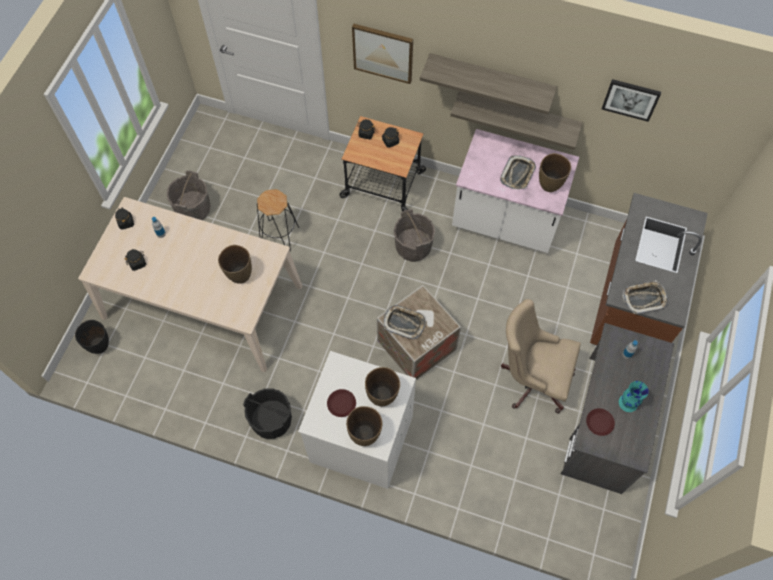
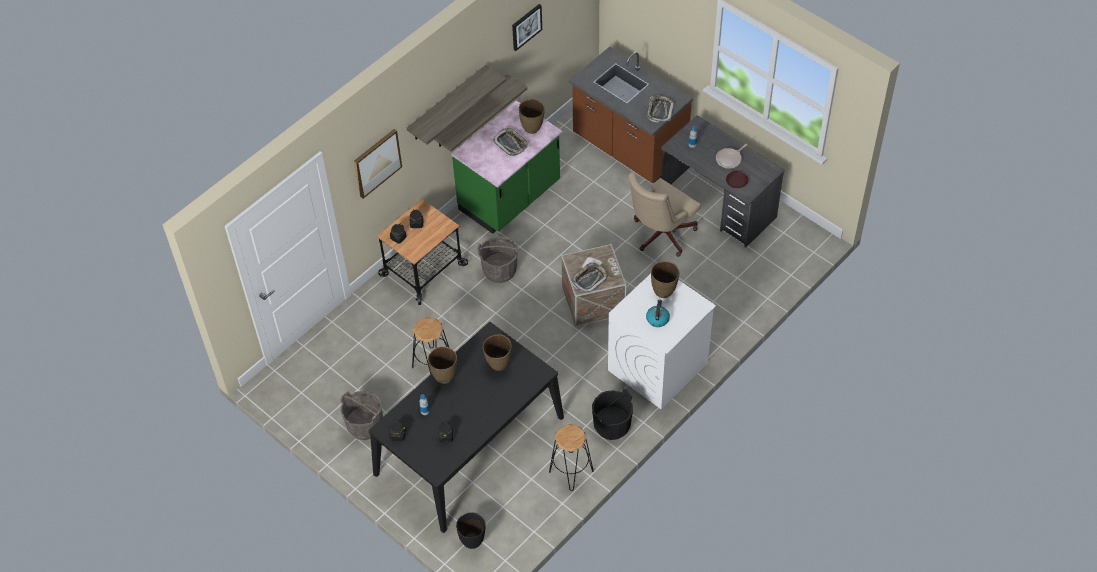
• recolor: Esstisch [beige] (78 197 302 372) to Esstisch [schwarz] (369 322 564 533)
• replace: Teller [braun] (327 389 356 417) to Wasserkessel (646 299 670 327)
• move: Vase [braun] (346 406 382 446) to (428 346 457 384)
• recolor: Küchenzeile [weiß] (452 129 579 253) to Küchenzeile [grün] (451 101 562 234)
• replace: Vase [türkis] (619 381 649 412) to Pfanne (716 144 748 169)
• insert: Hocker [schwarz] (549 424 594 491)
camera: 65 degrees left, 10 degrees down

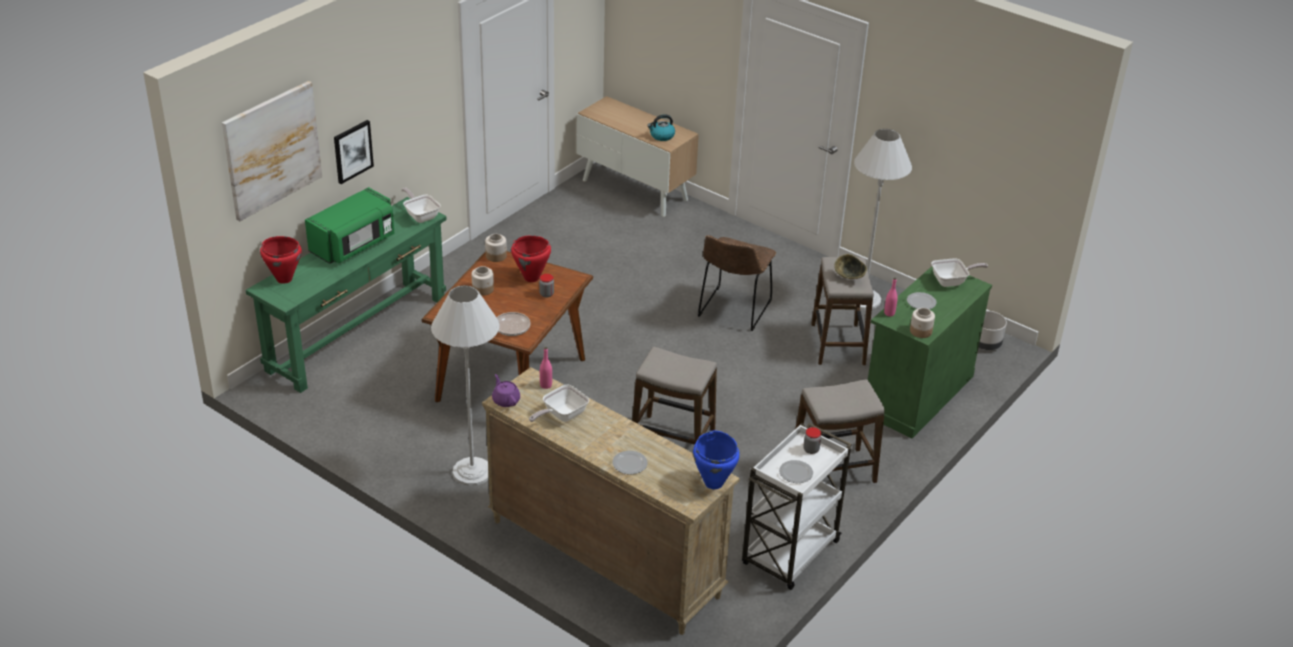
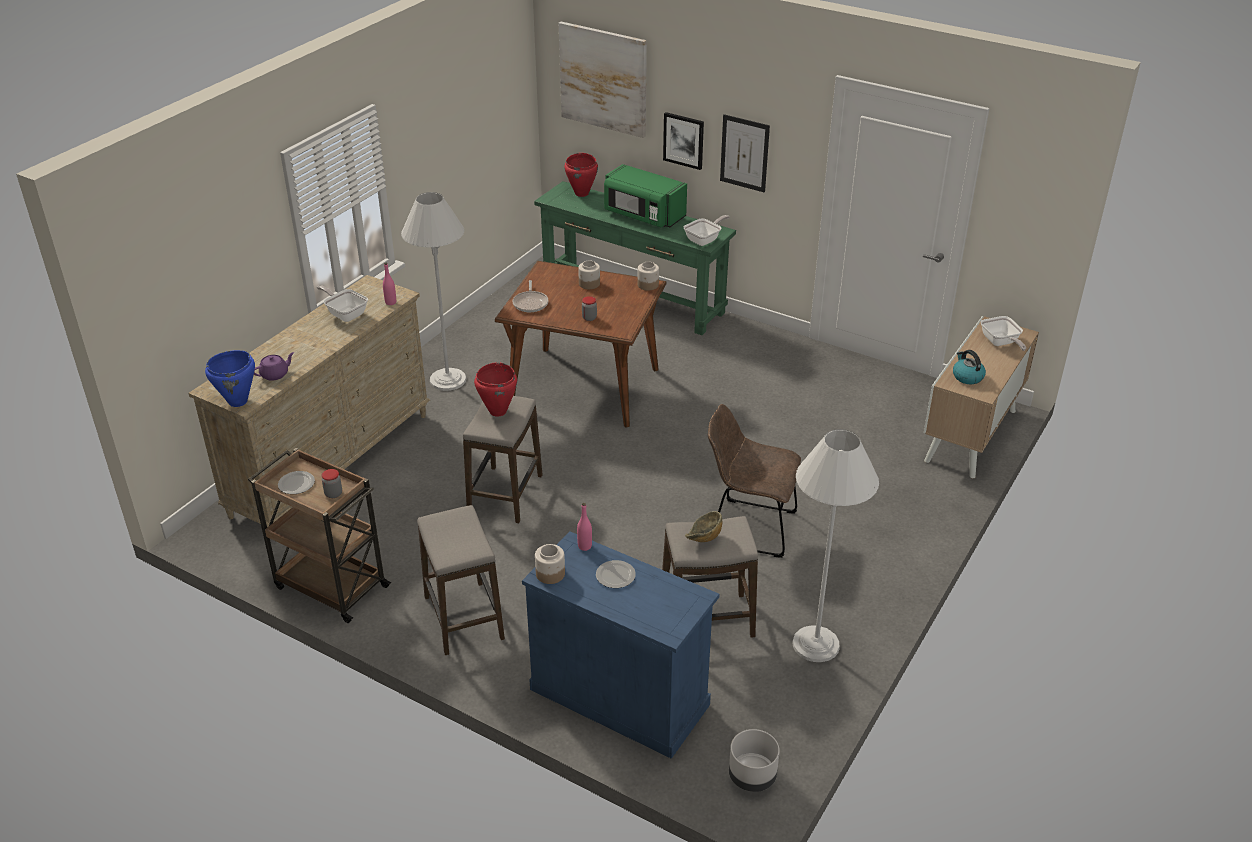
• move: Teekanne [lila] (492 374 520 407) to (254 352 294 381)
• move: Kochtopf [rot] (511 235 551 282) to (474 362 517 416)
• delete: Teller (612 451 647 474)
• recolor: Rollwagen [weiß] (742 423 852 590) to Rollwagen [braun] (248 448 391 623)
• recolor: Schrank [grün] (868 266 992 438) to Schrank [blau] (522 531 719 759)
• move: Pfanne (931 258 988 287) to (981 316 1026 351)
• insert: Bild (720 114 770 193)
camera: 85 degrees right, 0 degrees up

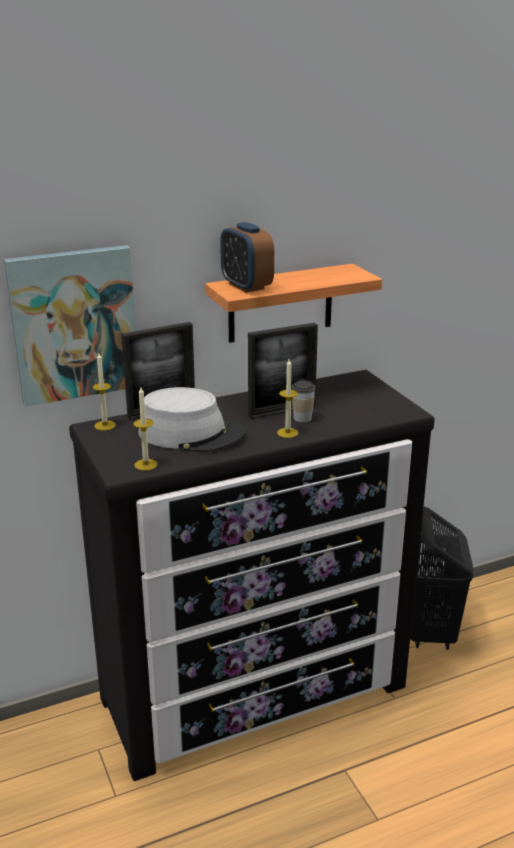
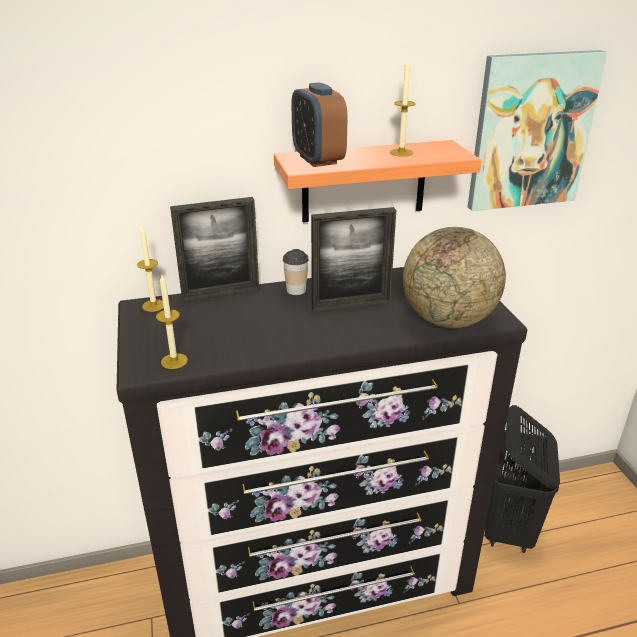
• move: Bild (4 245 136 407) to (468 50 607 211)
• delete: Hut [grau] (138 387 245 452)
• move: Kerze (277 359 299 438) to (390 60 415 157)
• move: Tasse (291 379 315 422) to (283 249 309 295)
• insert: Globus (403 227 506 328)
camera: 10 degrees right, 5 degrees up

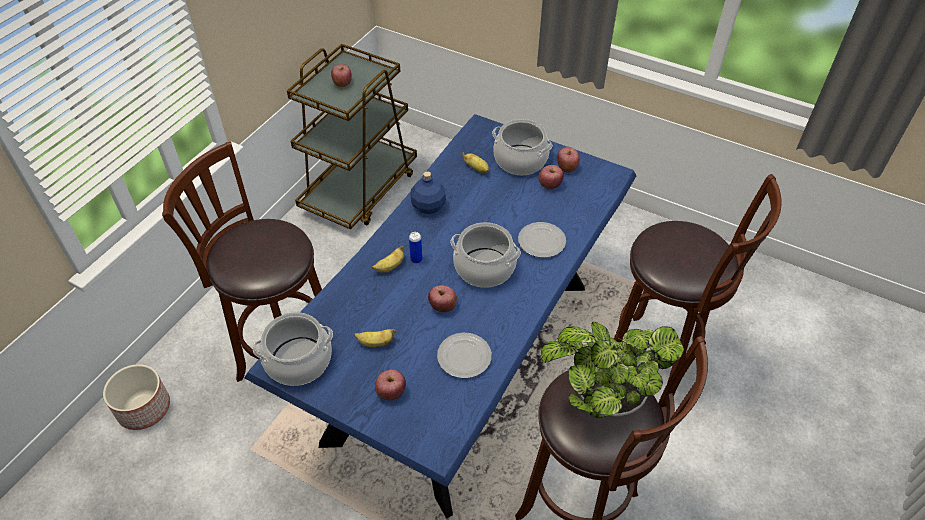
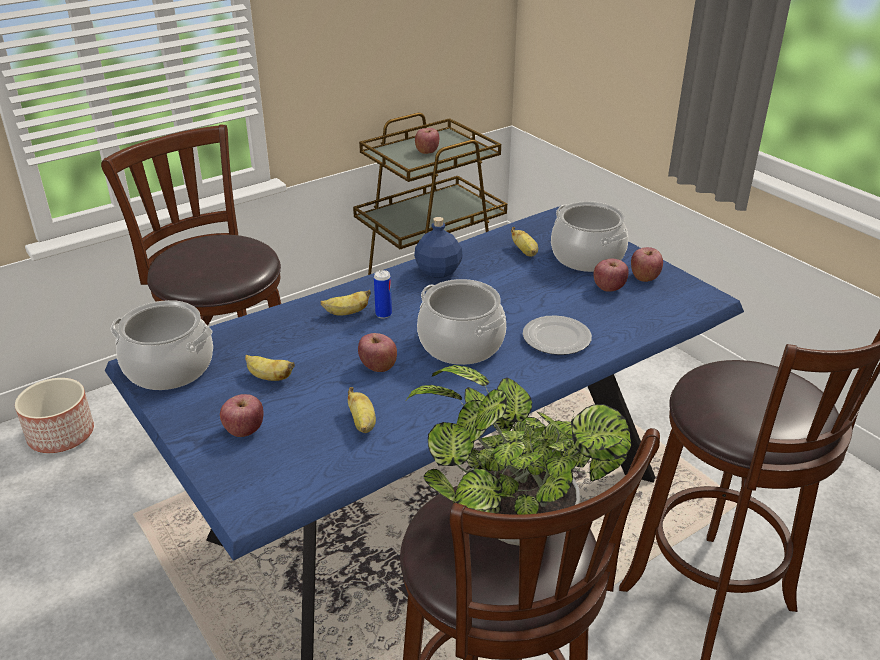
• replace: Teller (437 333 492 378) to Banane (348 387 376 433)
camera: 25 degrees right, 15 degrees down

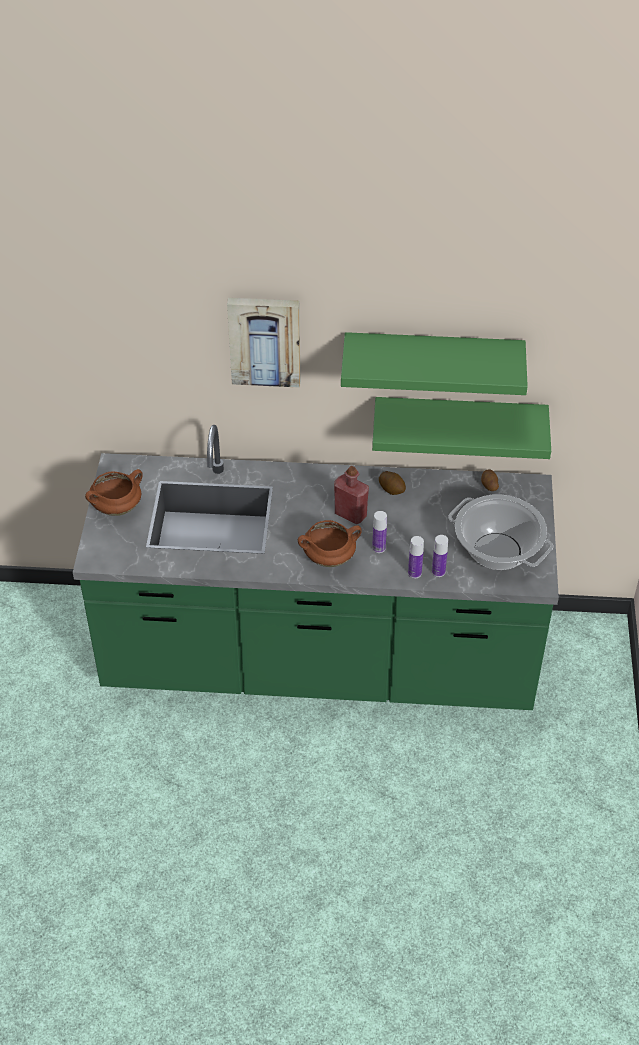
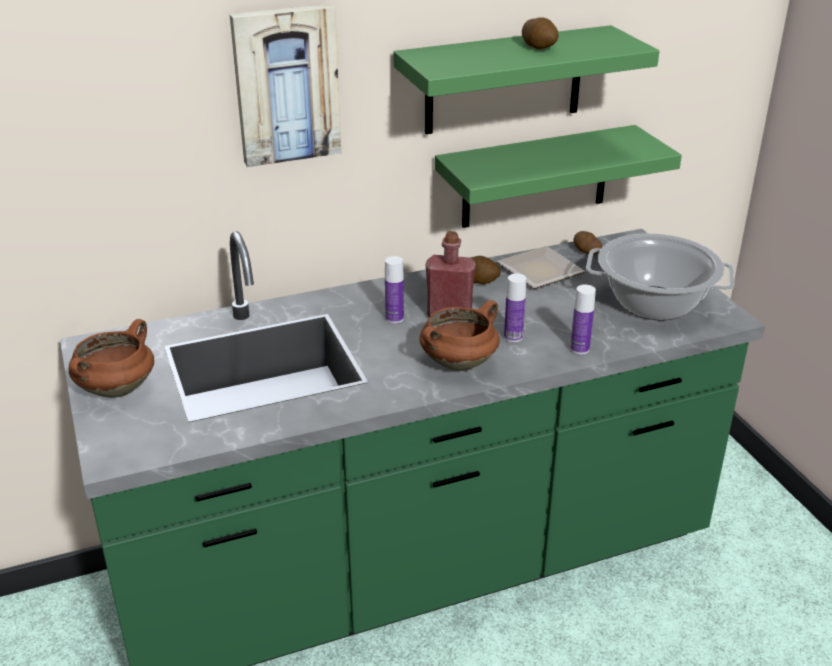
• move: Flasche (432 535 448 577) to (385 256 404 323)
• insert: Teller (497 246 585 289)
• insert: Kartoffel (522 17 558 49)
camera: 25 degrees left, 15 degrees down

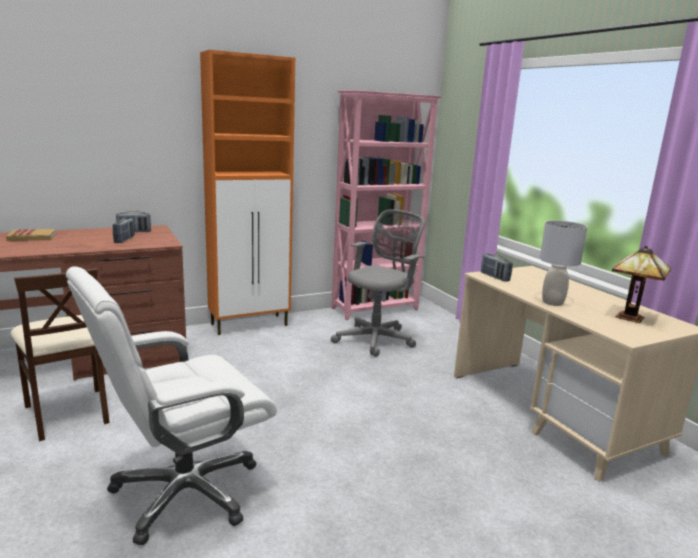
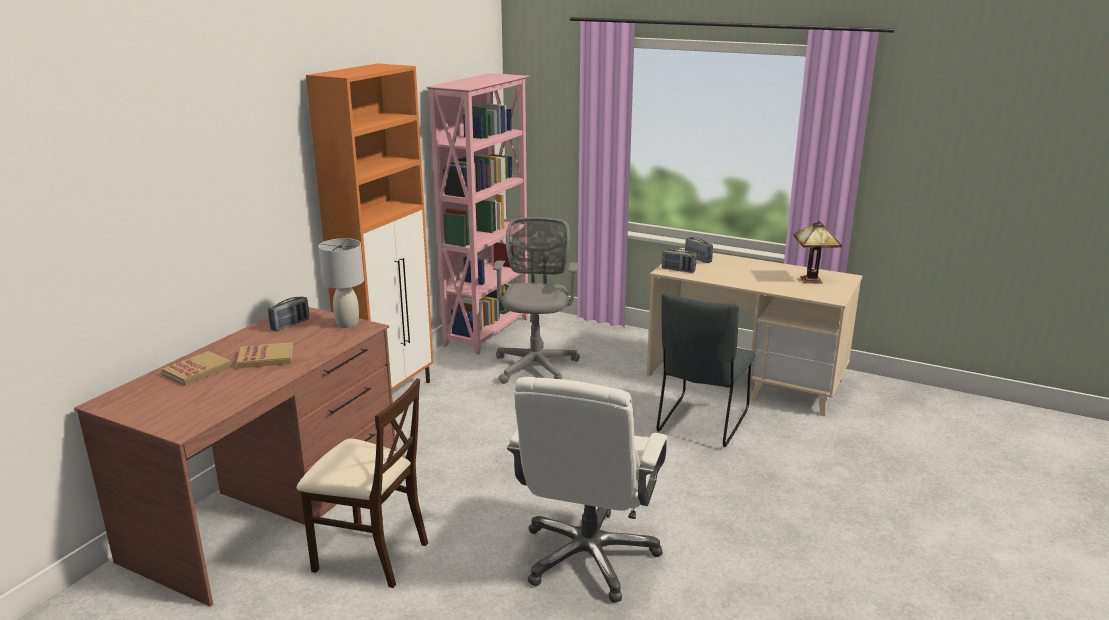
• move: Radio (113 217 135 243) to (685 237 713 263)
• move: Tischlampe [grau] (540 221 588 306) to (318 238 364 328)
• insert: Buch (236 342 293 369)
• insert: Stuhl [grau] (657 294 755 447)
camera: 35 degrees left, 5 degrees up

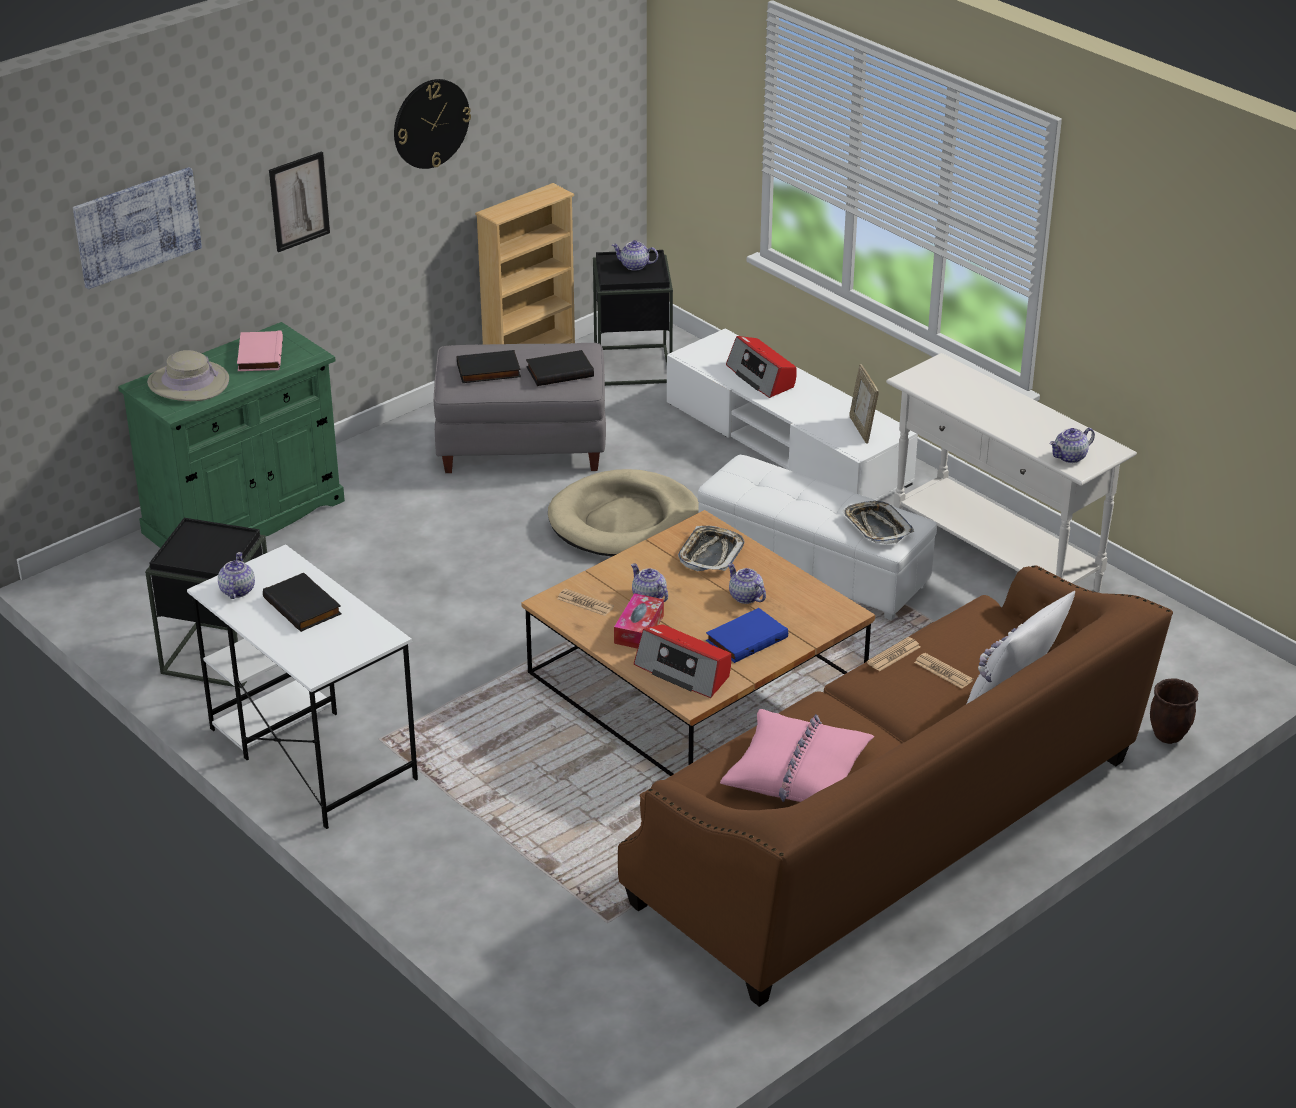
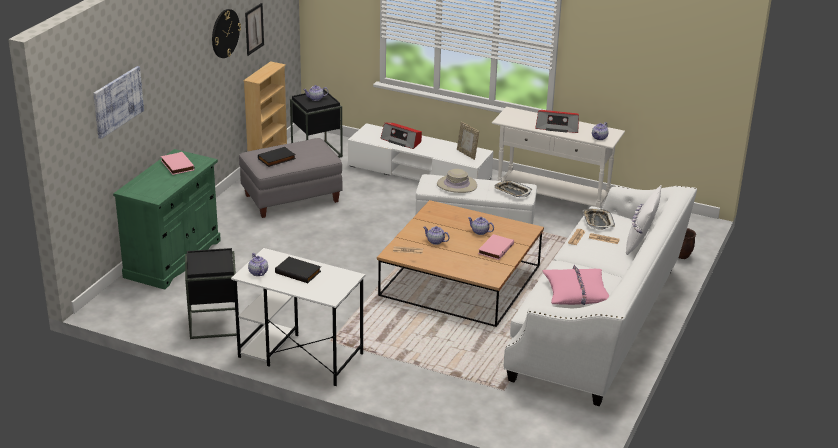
• move: Hut [beige] (147 350 229 401) to (437 169 477 193)
• move: Bild (269 151 330 252) to (245 3 264 56)
• delete: Buch [schwarz] (526 350 594 386)
• delete: Hundebett [beige] (548 469 699 557)
• delete: Taschentuchbox (614 593 664 649)
• recolor: Sofa [braun] (618 565 1173 1007) to Sofa [weiß] (504 186 697 406)
• move: Radio (634 624 731 698) to (535 110 579 133)
• move: Tablett (678 526 744 571) to (583 209 615 230)
• recolor: Buch [blau] (706 608 788 663) to Buch [rosa] (478 234 514 260)
camera: 25 degrees left, 5 degrees down

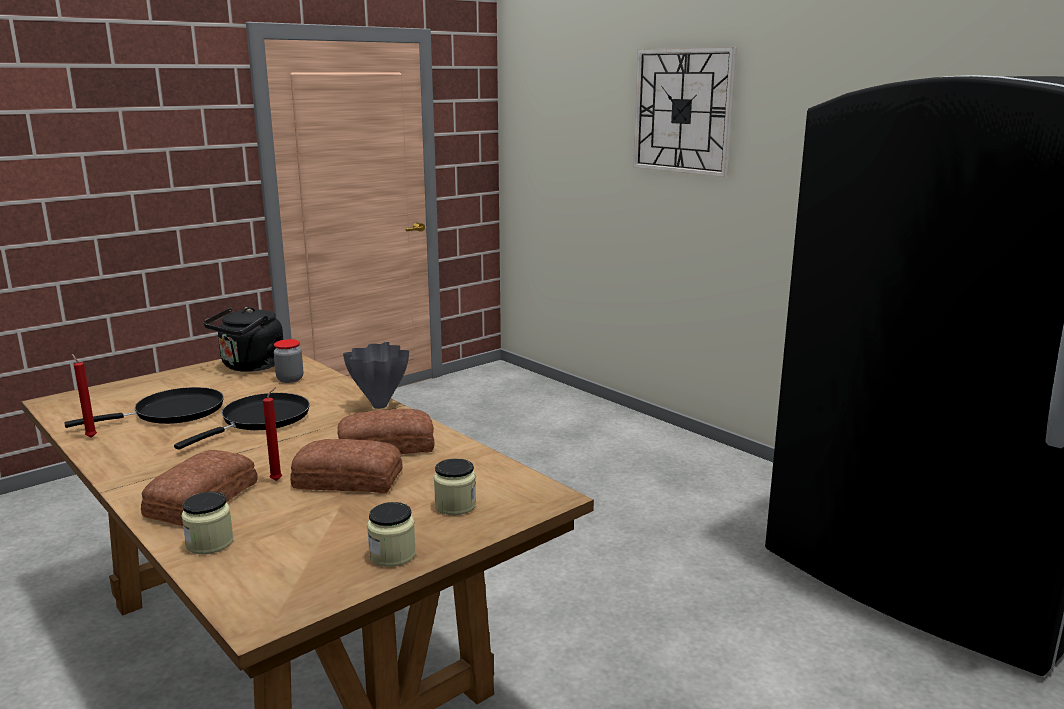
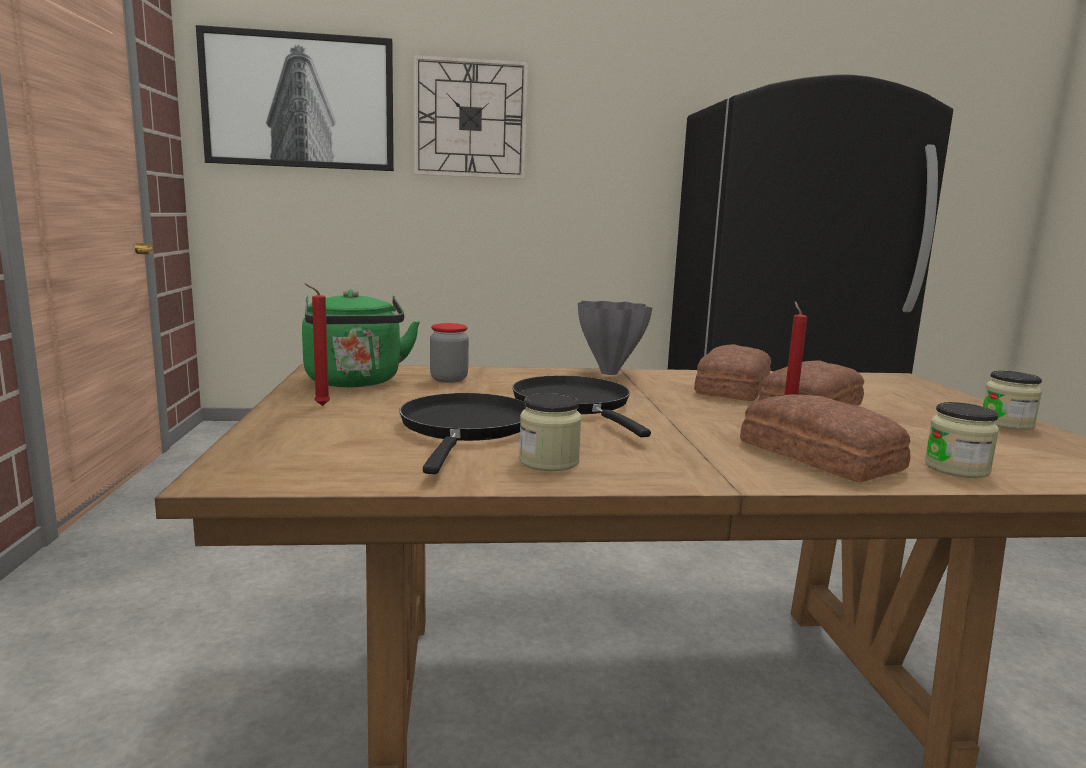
• move: Kerze [rot] (72 354 97 438) to (305 283 330 406)
• recolor: Wasserkessel [schwarz] (203 307 283 372) to Wasserkessel [grün] (302 289 420 387)
• move: Vorratsglas (434 458 476 515) to (519 393 582 471)
• insert: Bild (196 25 394 171)
camera: 55 degrees left, 5 degrees down

